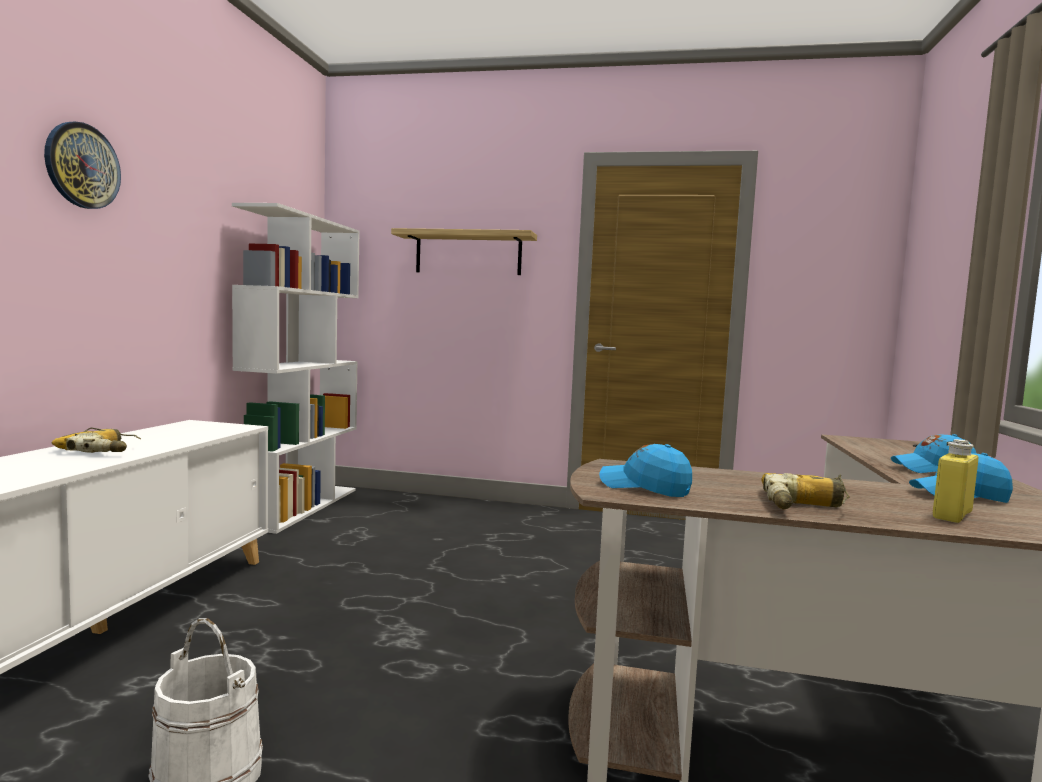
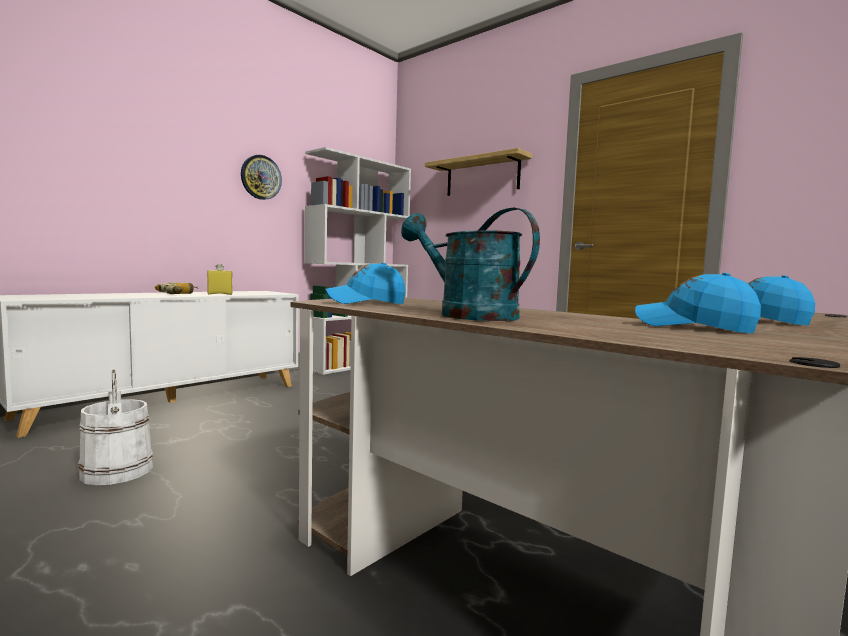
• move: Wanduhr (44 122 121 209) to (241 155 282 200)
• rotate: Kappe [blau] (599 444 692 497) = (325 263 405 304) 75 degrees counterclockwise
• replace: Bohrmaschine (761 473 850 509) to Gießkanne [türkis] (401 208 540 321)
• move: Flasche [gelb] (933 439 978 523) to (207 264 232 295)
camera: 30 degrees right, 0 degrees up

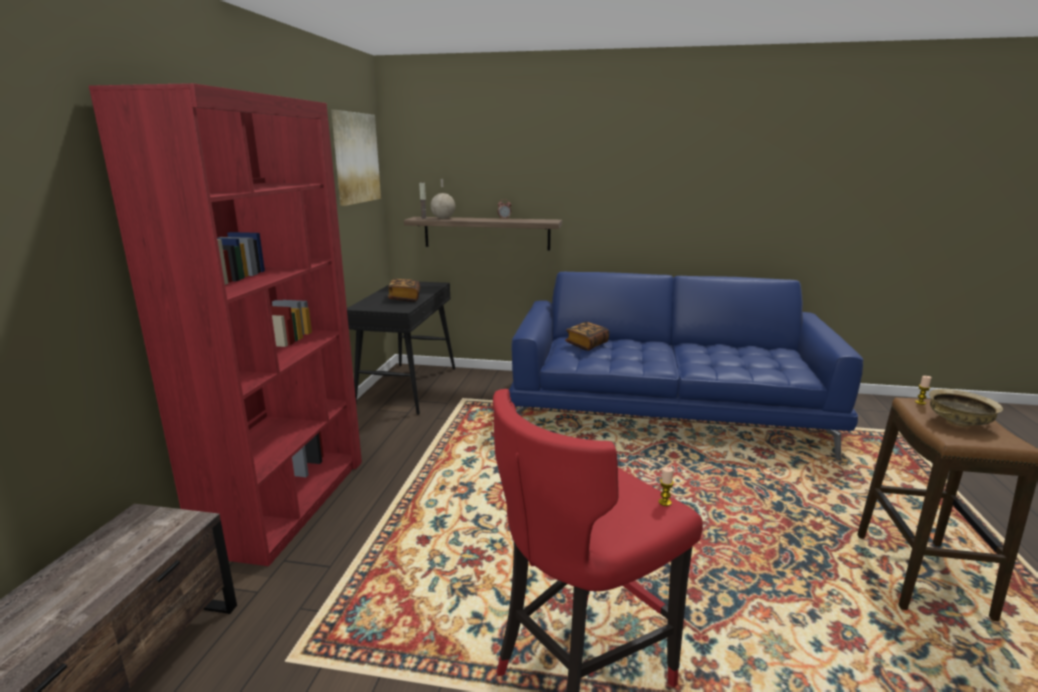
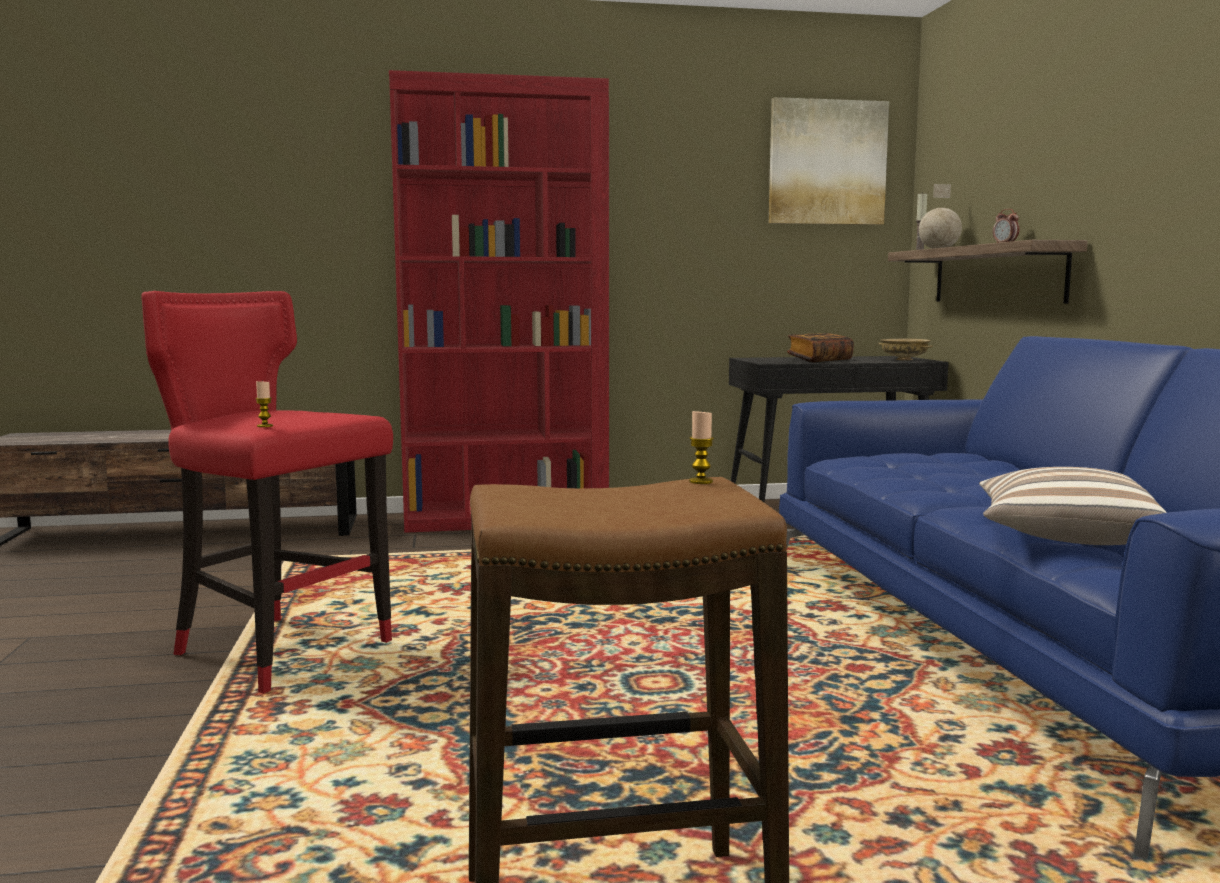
• delete: Buch (565 322 609 351)
• move: Schüssel [beige] (929 389 1003 427) to (878 339 933 360)
• insert: Kissen (979 467 1167 545)
camera: 70 degrees right, 10 degrees down

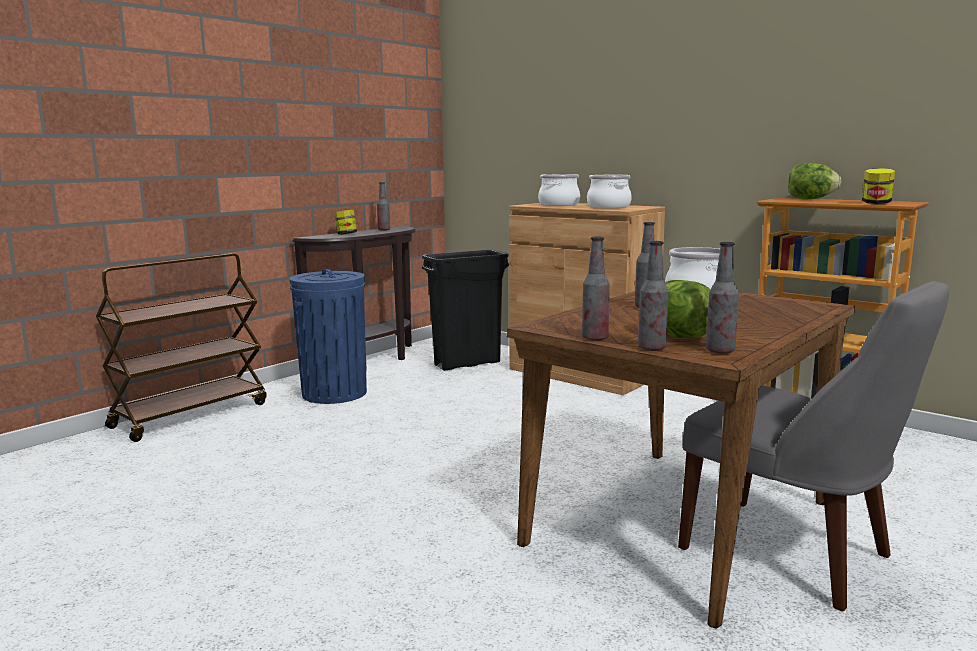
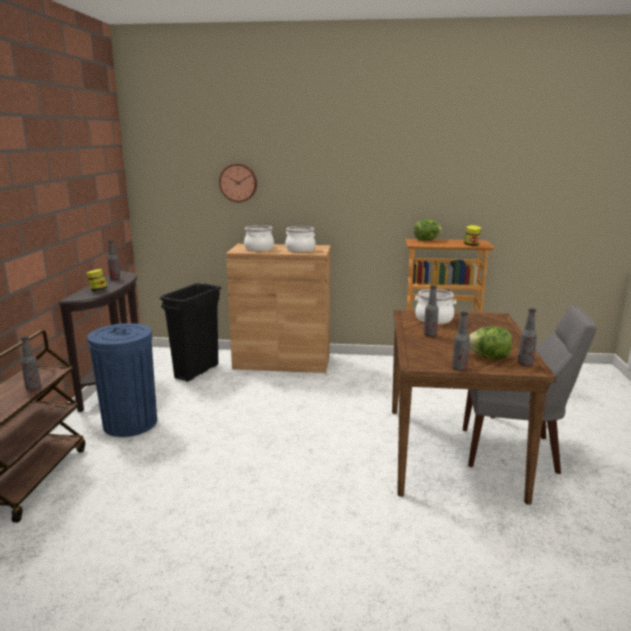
• move: Flasche (638 241 669 351) to (21 336 41 391)
• insert: Wanduhr (219 164 257 202)
camera: 35 degrees left, 5 degrees up

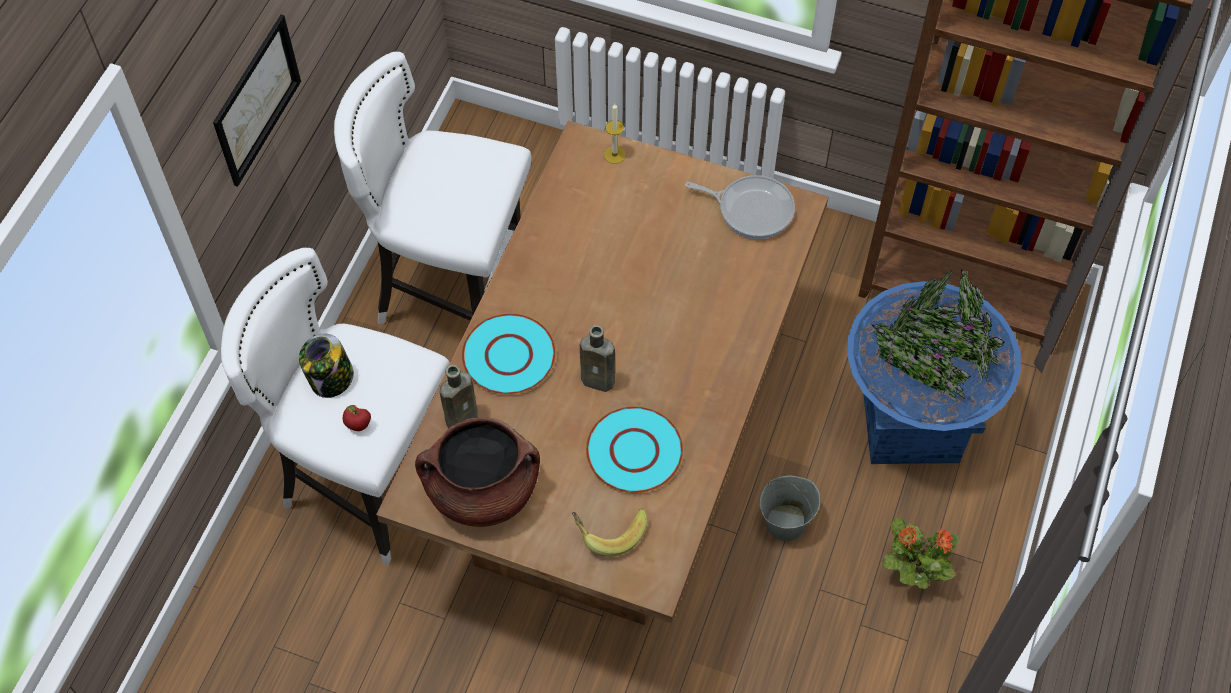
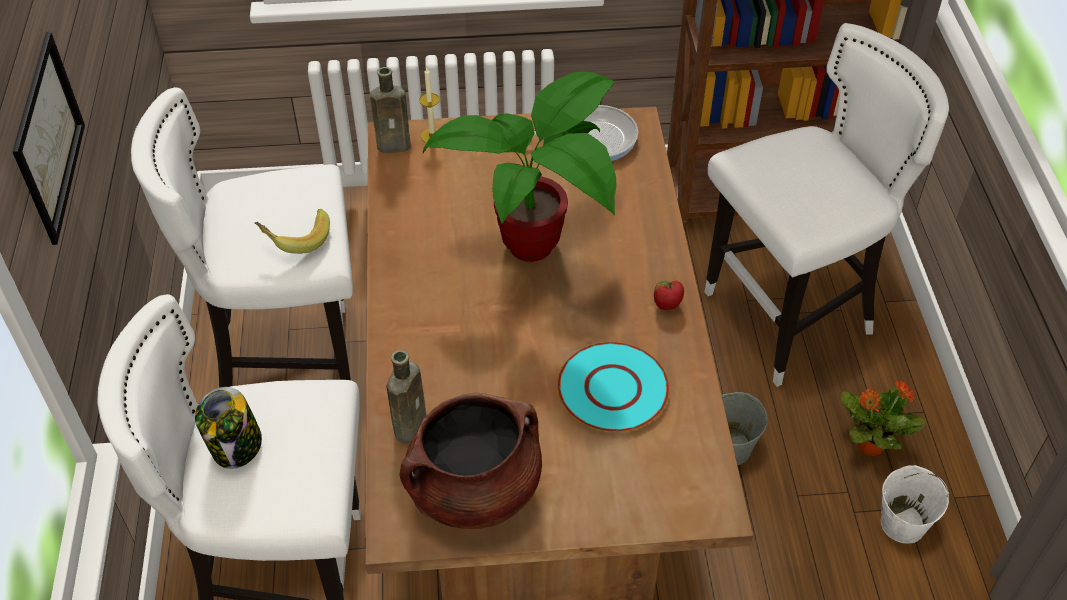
• move: Apfel (343 405 371 431) to (654 280 684 310)
• delete: Teller [türkis] (462 313 556 395)
• move: Banane (572 509 647 557) to (255 209 330 254)
• move: Flasche [braun] (580 325 615 392) to (370 67 411 153)
• replace: Pflanzkübel [blau] (847 269 1021 464) to Hocker [weiß] (704 23 949 387)
• insert: Topfpflanze (423 71 617 262)
• insert: Eimer [weiß] (880 465 949 544)
camera: 25 degrees left, 10 degrees down

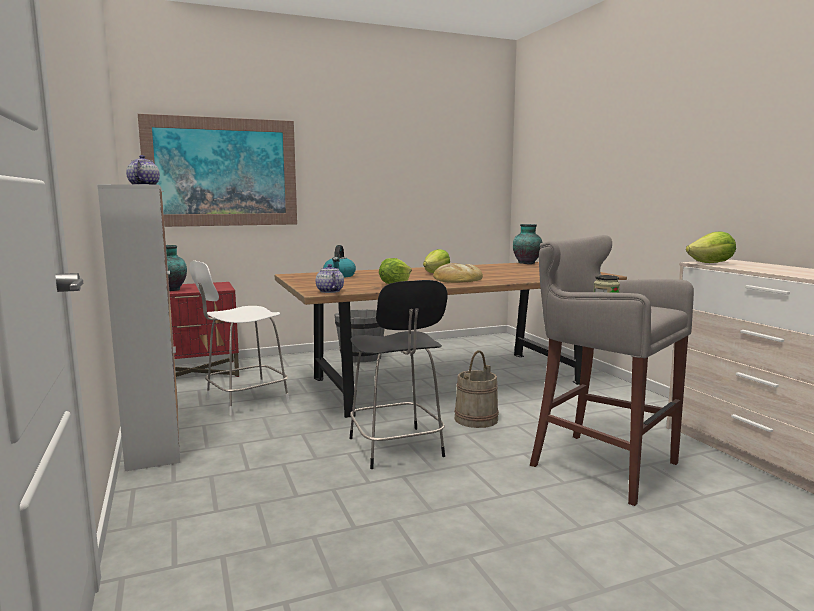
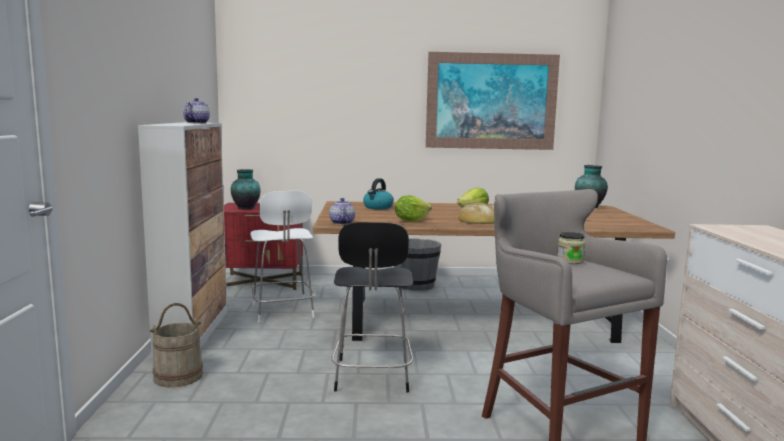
• move: Bild (138 114 297 227) to (426 52 560 150)
• rotate: Stuhl [weiß] (189 260 289 415) = (250 191 315 323) 90 degrees counterclockwise
• move: Eimer [beige] (454 350 499 428) to (149 303 203 387)
• delete: Salatkopf (686 231 736 263)
camera: 20 degrees right, 0 degrees up

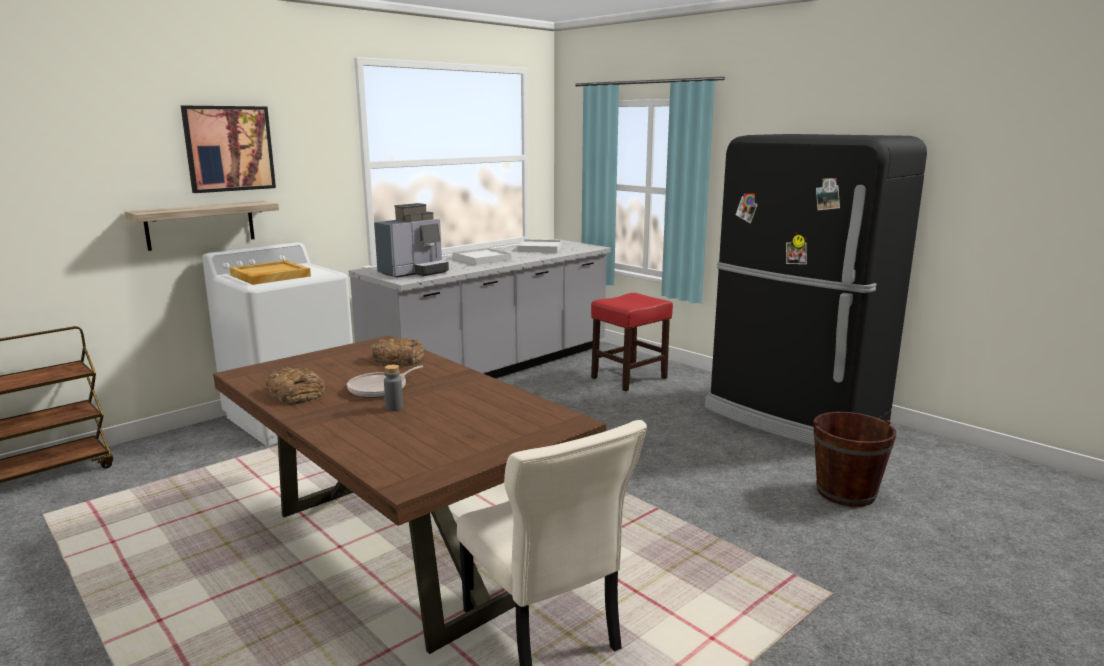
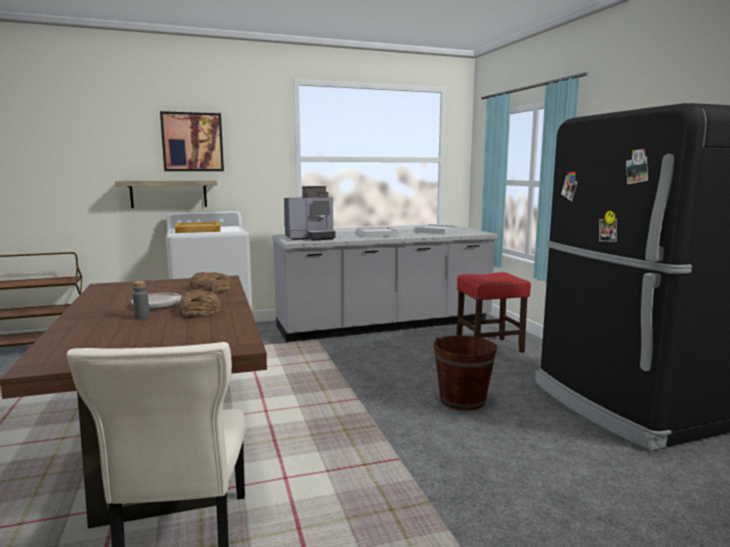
• move: Brot (266 367 325 405) to (179 289 221 318)
• move: Eimer [braun] (813 412 896 507) to (434 335 497 411)
camera: 25 degrees right, 5 degrees down

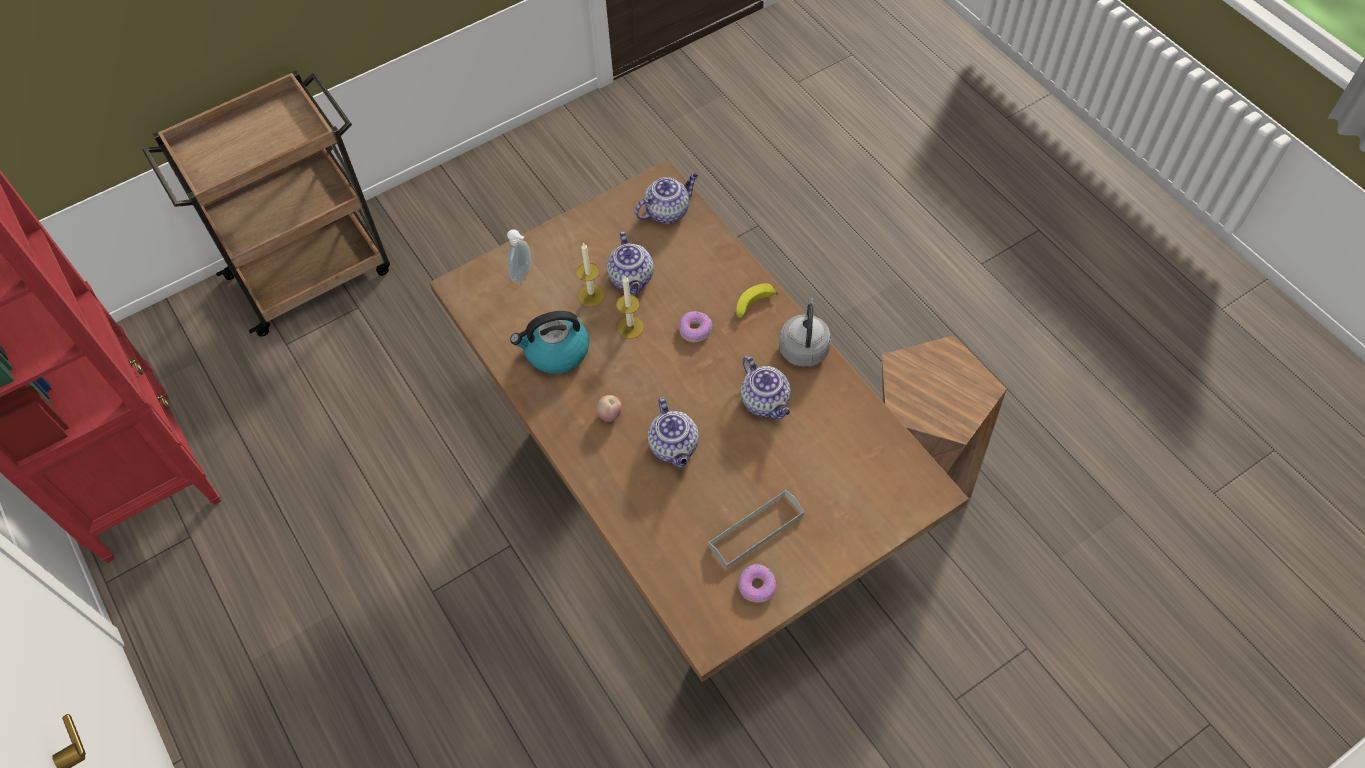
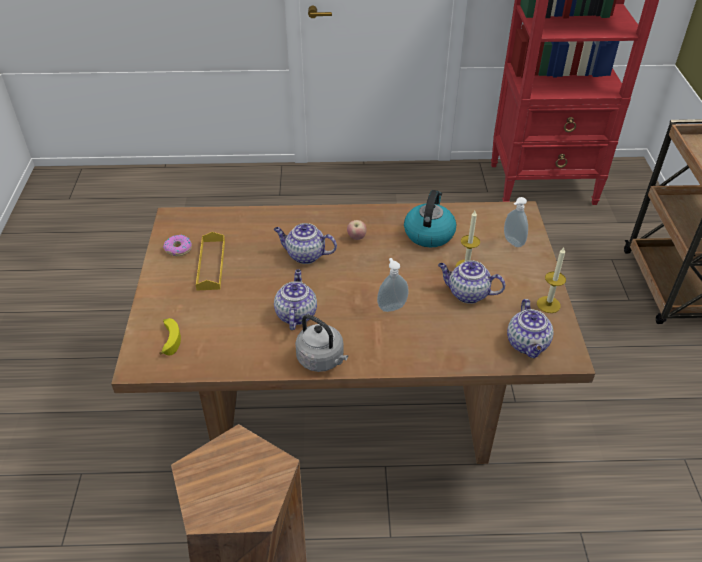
• move: Kerze (617 276 644 339) to (537 248 566 313)
• replace: Donut (679 311 712 342) to Seifenspender (377 258 409 312)
• recolor: Tablett [grau] (708 489 804 569) to Tablett [gelb] (196 232 225 291)
• move: Banane (736 283 778 319) to (159 318 181 355)
• rotate: Teekanne (741 356 791 420) = (274 270 317 330) 90 degrees clockwise
camera: 120 degrees right, 15 degrees down

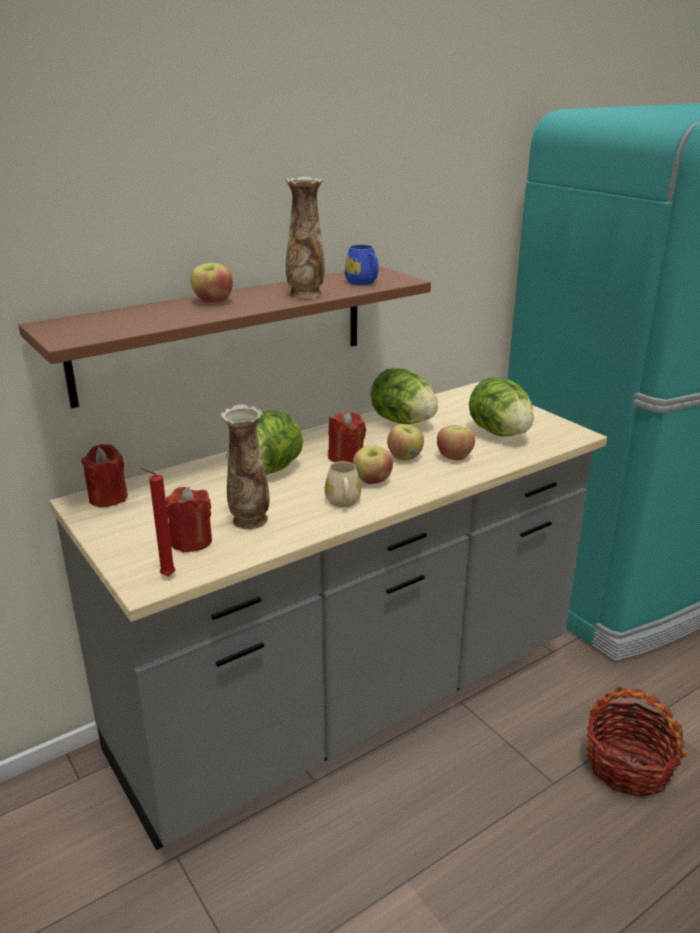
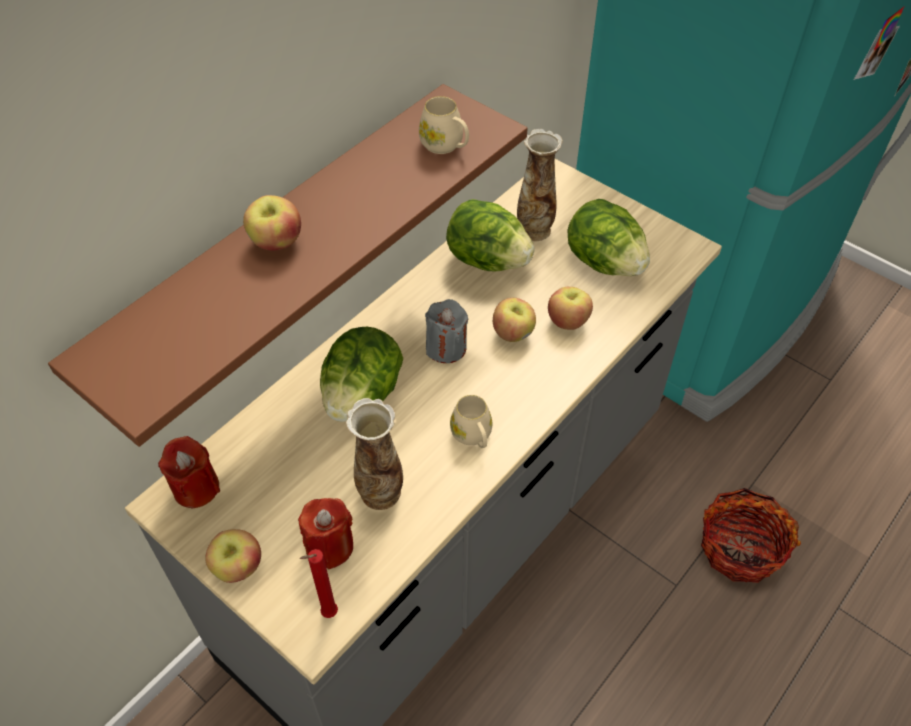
• move: Vase (285 177 325 298) to (517 129 563 241)
• recolor: Kerze [rot] (328 411 366 463) to Kerze [grau] (425 299 468 363)
• recolor: Henkelbecher [blau] (344 244 379 285) to Henkelbecher [beige] (419 96 469 154)
• move: Apfel (353 445 393 484) to (205 529 261 583)
camera: 15 degrees left, 25 degrees up

